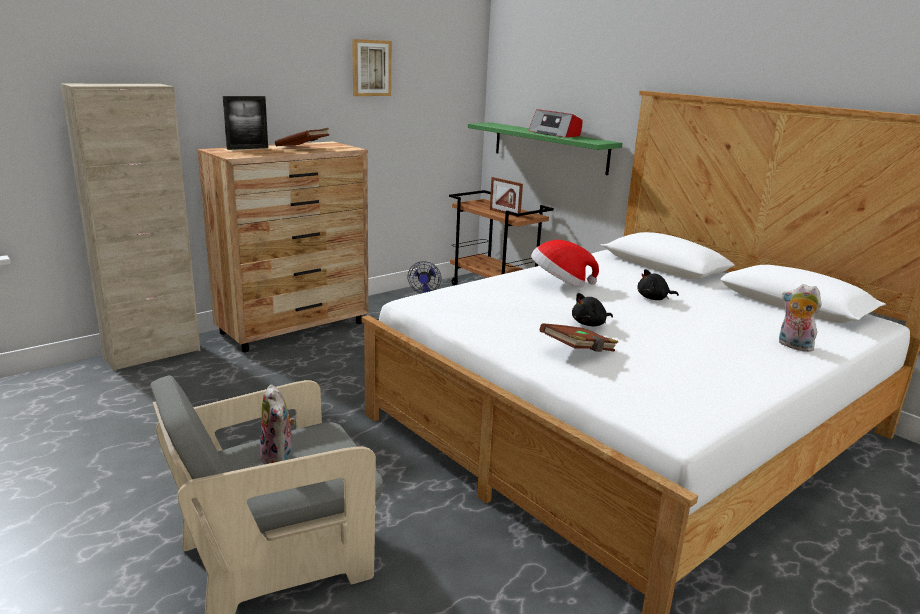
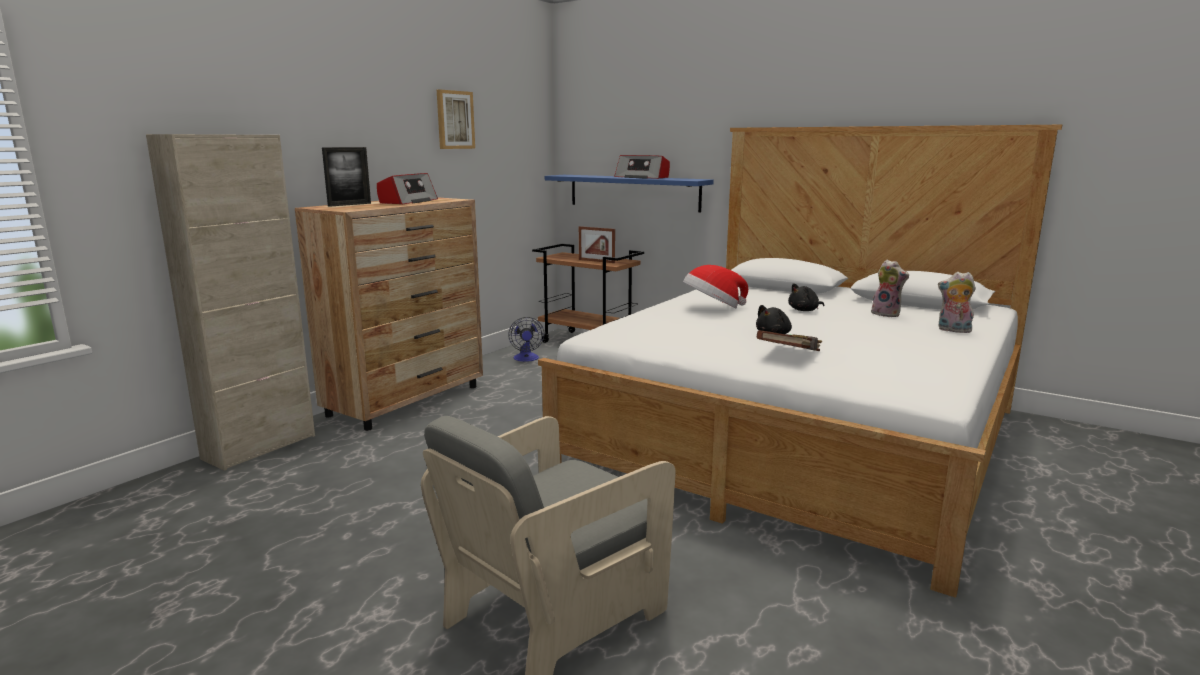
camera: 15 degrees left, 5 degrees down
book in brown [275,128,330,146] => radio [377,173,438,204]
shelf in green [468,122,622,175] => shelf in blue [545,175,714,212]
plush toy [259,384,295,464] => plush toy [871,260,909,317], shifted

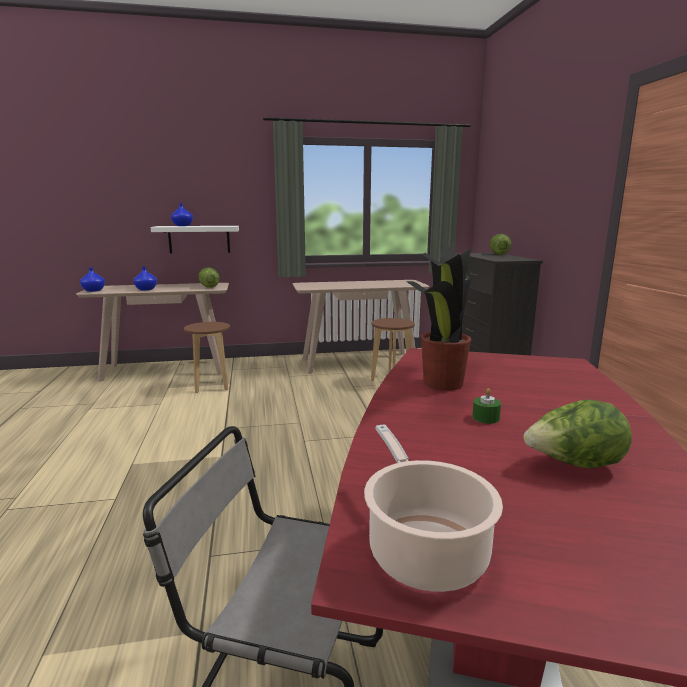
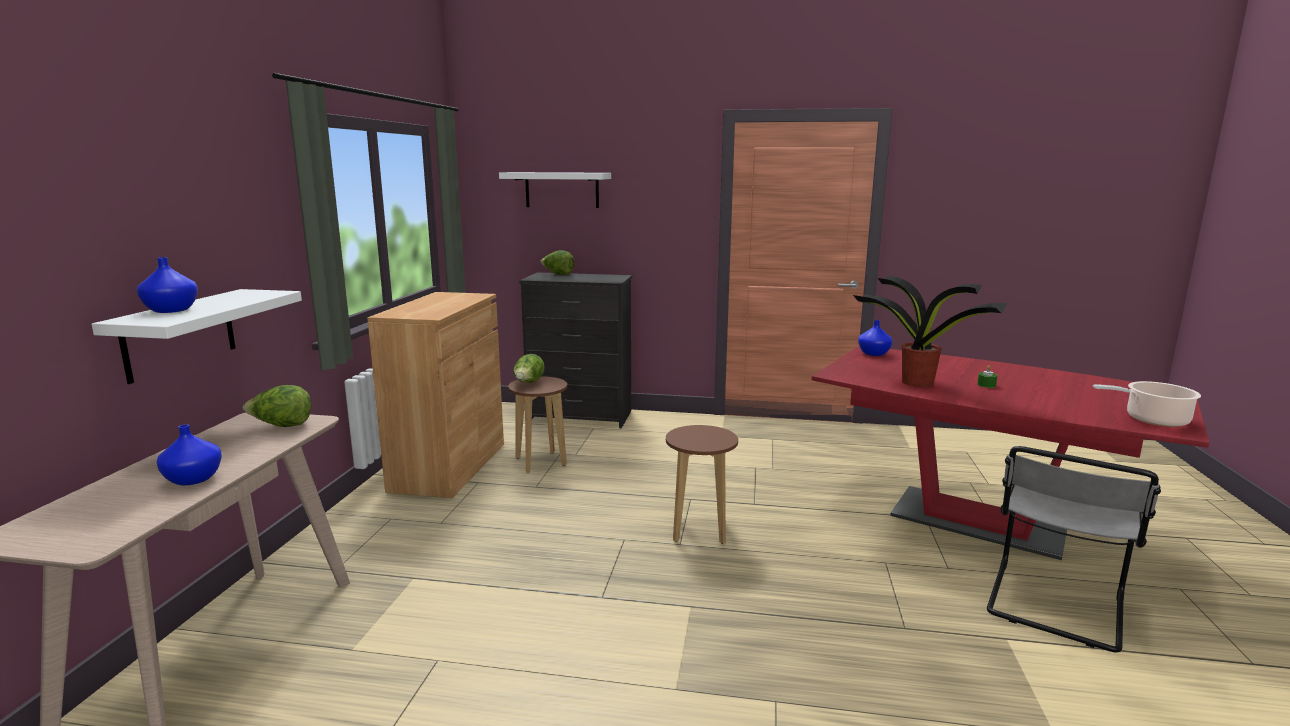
camera: 70 degrees left, 0 degrees up
console table in beige [293,280,430,374] => cabinet in brown [367,292,504,498]
nothing => shelf in white [499,172,611,208]
lettuce [524,400,632,468] => lettuce [513,354,545,383], shifted
stool in brown [184,322,230,393] => stool in brown [666,425,738,544], shifted
vase in blue [80,267,105,292] => vase in blue [858,320,893,356], shifted

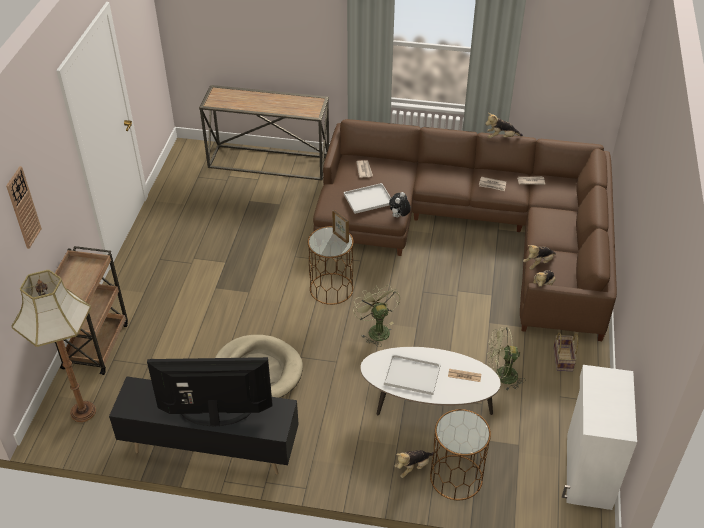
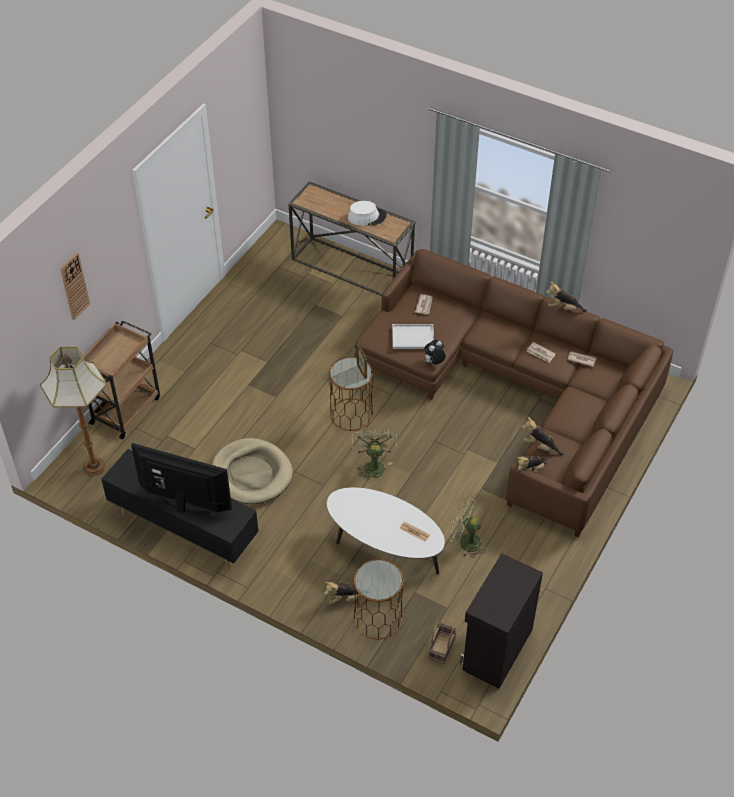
camera: 20 degrees right, 5 degrees up
nothing => hat in white [348,201,387,226]
basket [553,332,578,371] => basket [428,622,457,664], shifted
cabinet in white [562,365,637,510] => cabinet in black [460,553,543,688]
plush toy [523,245,556,270] => plush toy [522,417,563,455], 45 degrees clockwise
tray in white [384,354,441,395] => nothing

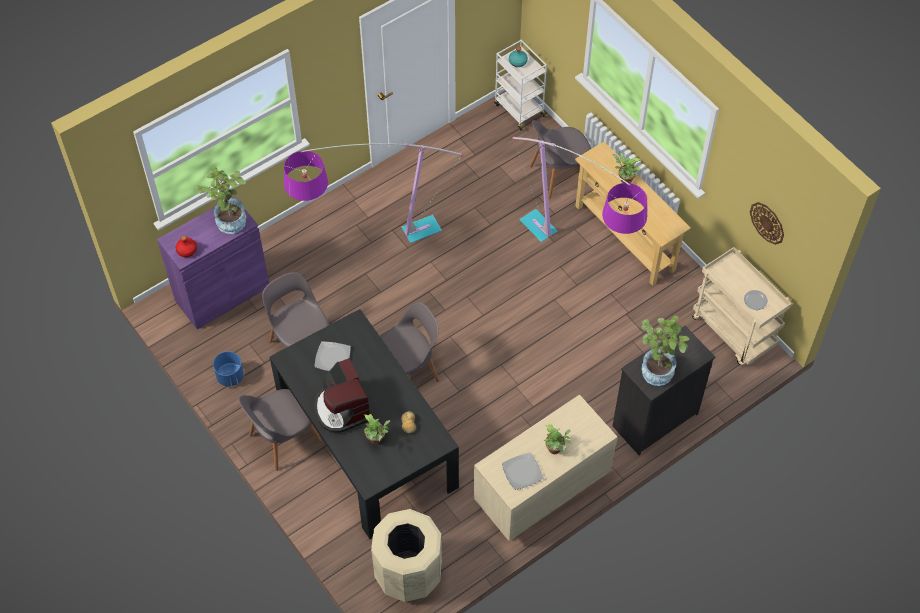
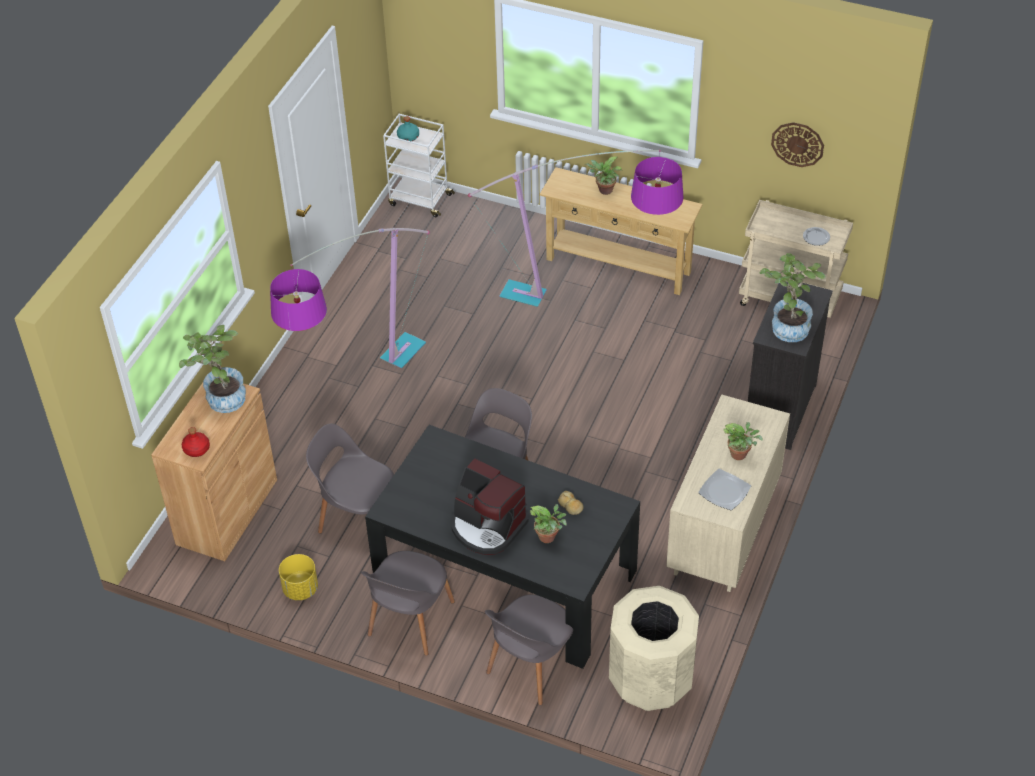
camera: 30 degrees left, 10 degrees down
cabinet in purple [157,196,269,329] => cabinet in brown [151,383,277,561]
planter in blue [213,351,244,387] => planter in yellow [279,554,318,600]
chair in grey [530,120,591,199] => chair in grey [485,594,573,705], shifted
plate [314,341,351,371] => nothing

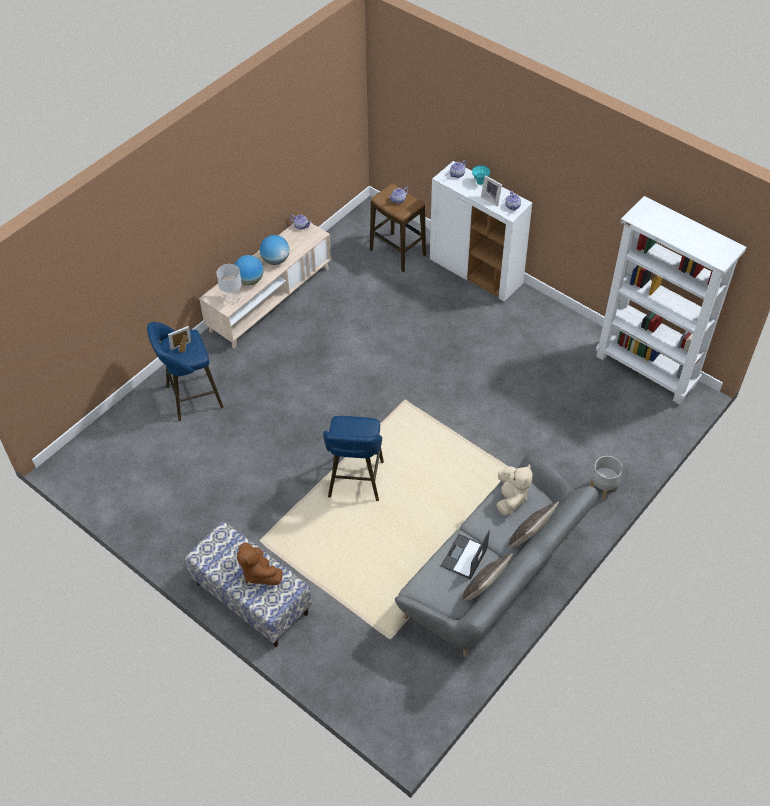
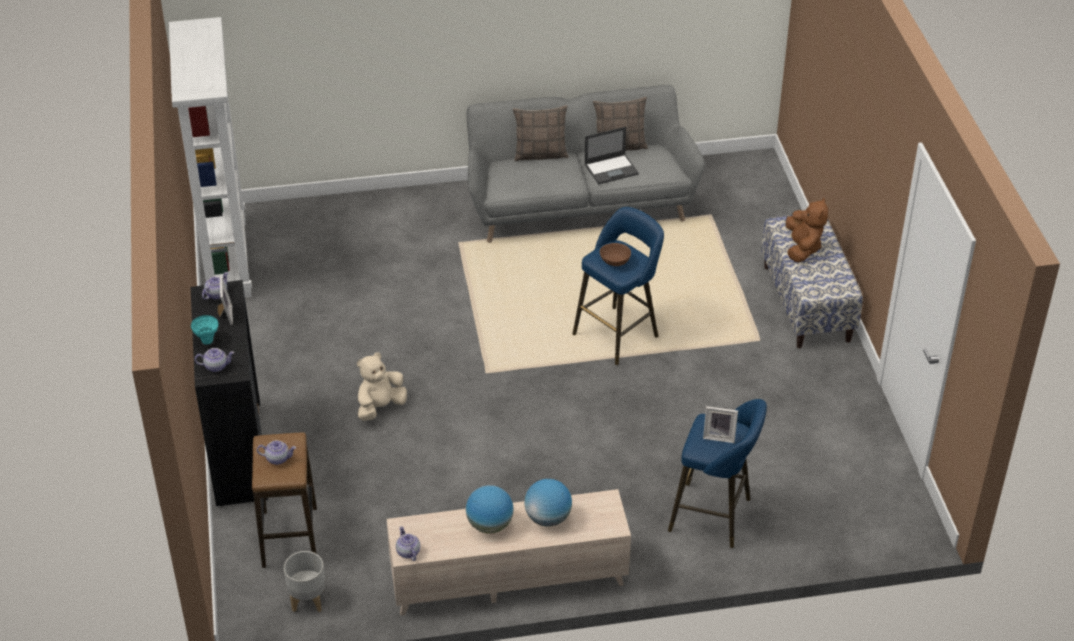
camera: 140 degrees left, 10 degrees down
cabinet in white [429,161,532,302] => cabinet in black [191,280,268,506]
planter in grey [590,456,623,500] => planter in grey [284,551,326,612], shifted
plush toy in beige [496,464,532,515] => plush toy in beige [357,352,407,421], shifted
nothing => bowl in brown [600,243,631,266]
table lamp in grey [216,264,242,305] => nothing

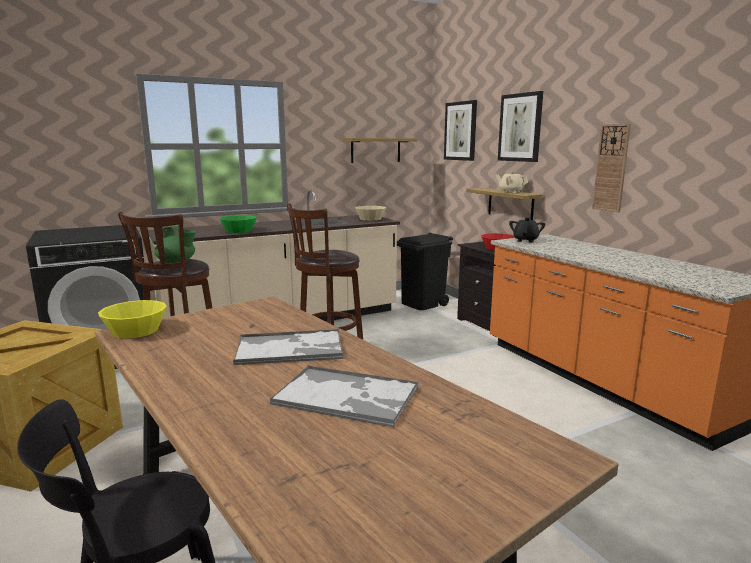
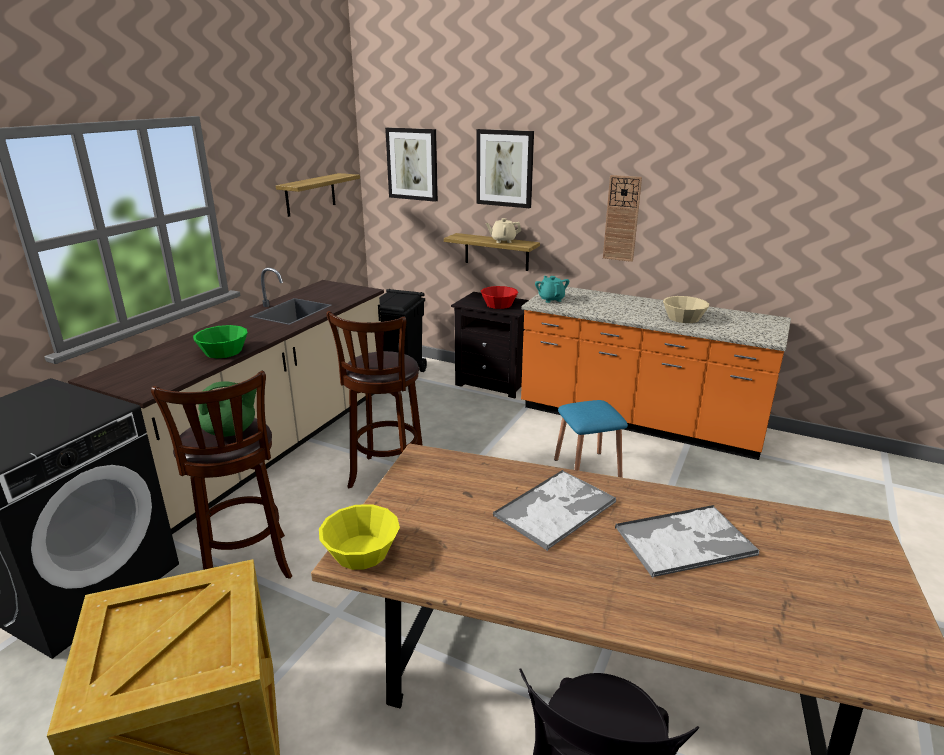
camera: 35 degrees left, 10 degrees up
teapot in black [509,218,545,243] => teapot in turquoise [535,276,569,303]
nothing => stool in blue [554,400,628,478]
bowl in beige [355,206,386,221] => bowl in beige [663,296,709,323], shifted

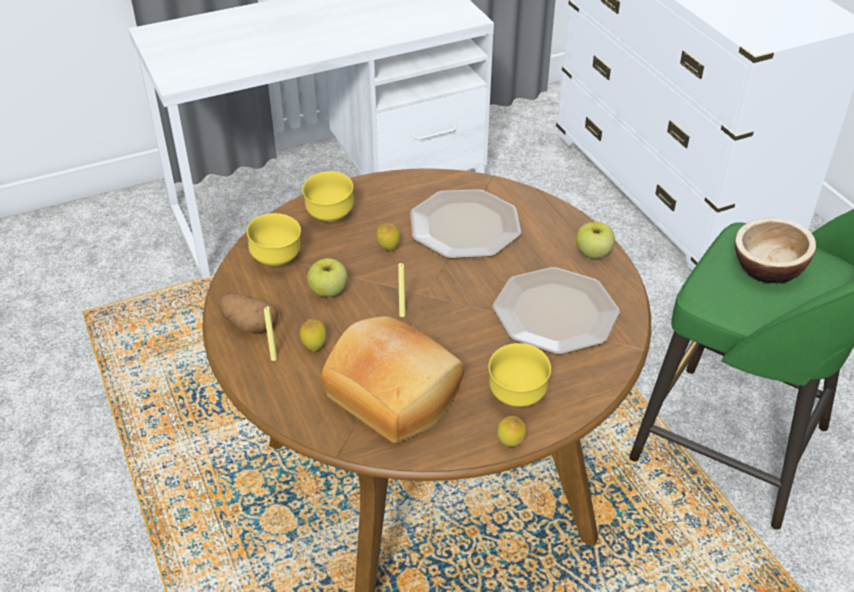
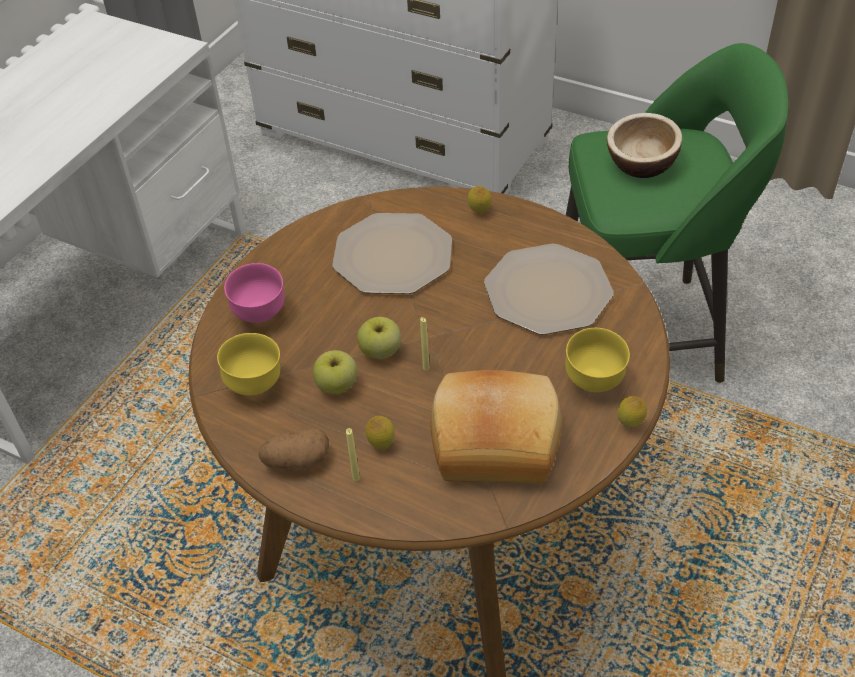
camera: 35 degrees left, 5 degrees up
bowl in yellow [302,171,354,222] => bowl in pink [224,263,285,323]
apple [576,222,615,259] => apple [357,317,401,359], shifted
lemon [376,223,400,251] => lemon [468,186,491,213], shifted

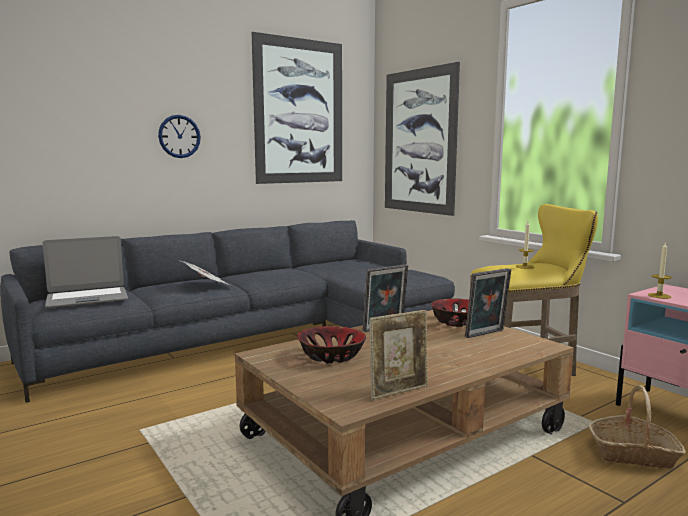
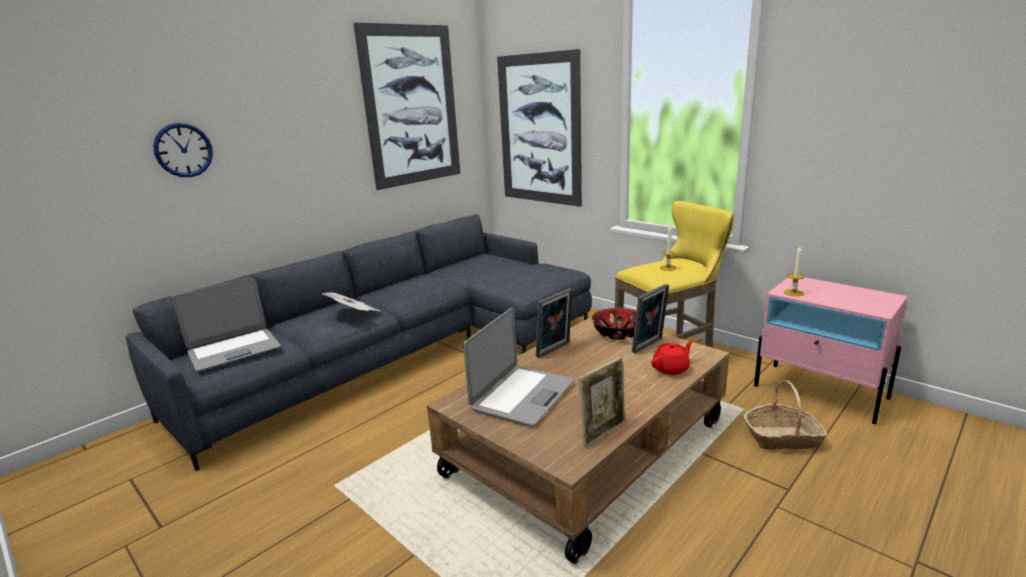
camera: 10 degrees left, 10 degrees up
wall clock [158,115,201,158] => wall clock [153,123,213,177], shifted
bowl [297,326,366,363] => laptop [463,308,574,426]
nothing => teapot in red [651,340,693,375]

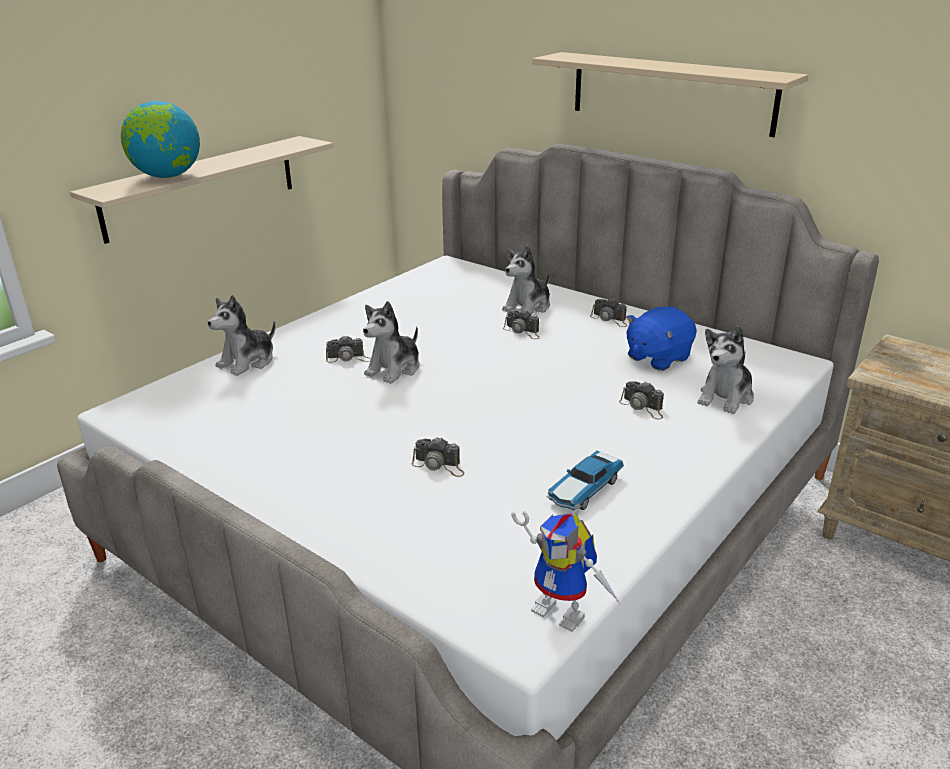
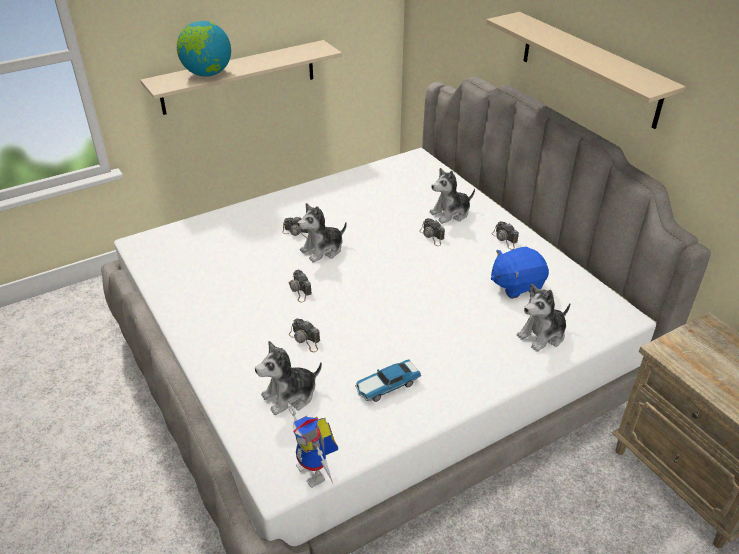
camera: 20 degrees right, 10 degrees up
plush toy [208,295,275,376] => plush toy [255,341,322,415], shifted
photo camera [619,381,664,419] => photo camera [289,270,312,303], shifted

